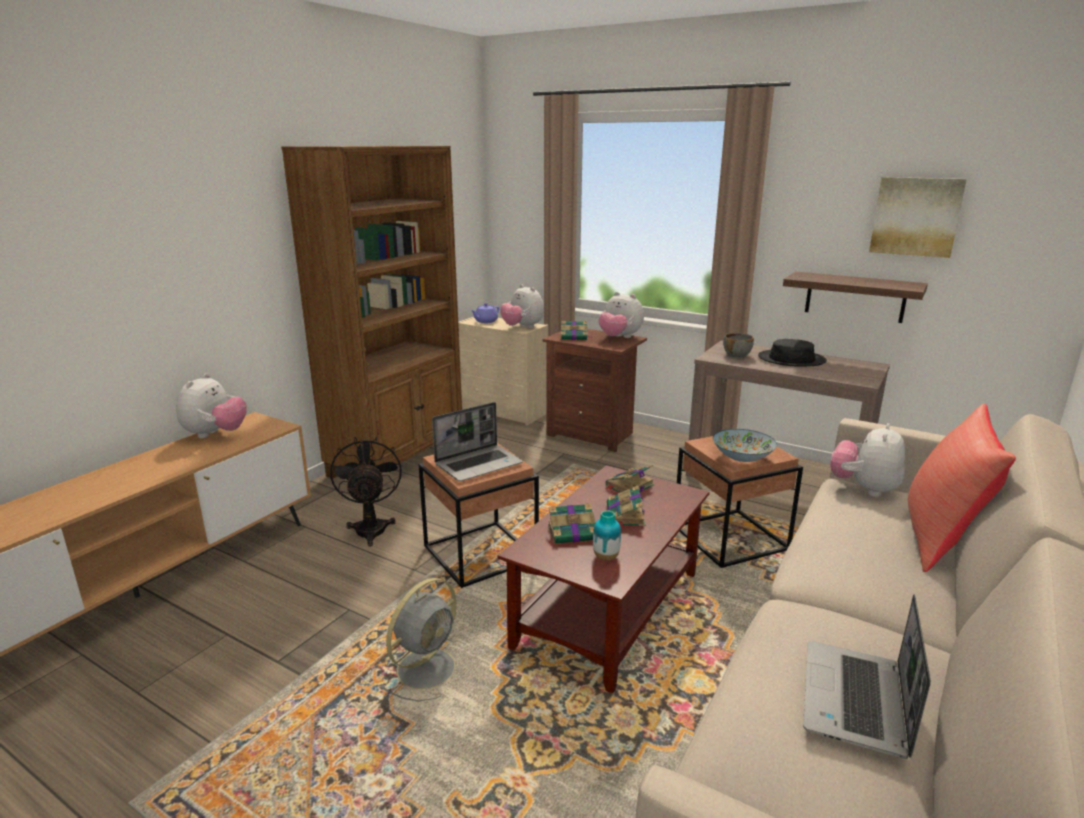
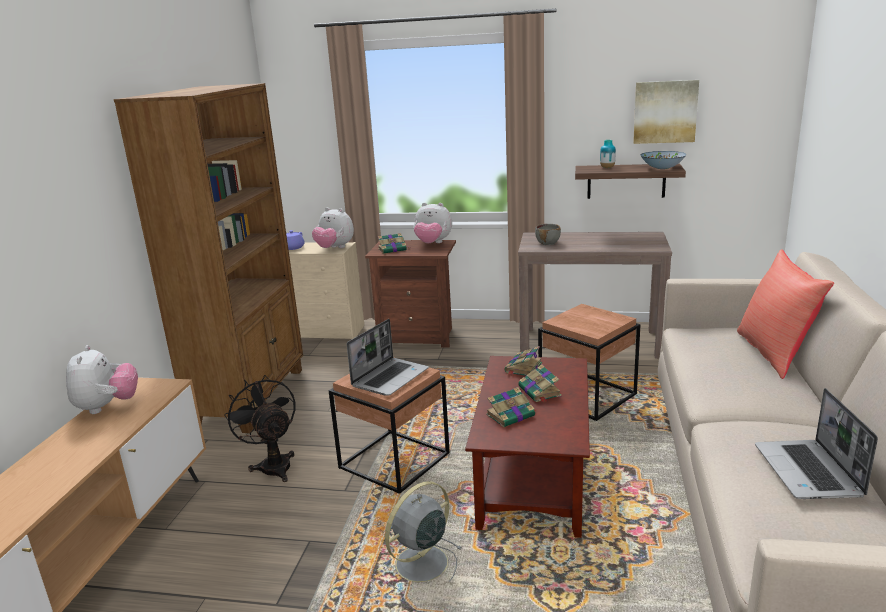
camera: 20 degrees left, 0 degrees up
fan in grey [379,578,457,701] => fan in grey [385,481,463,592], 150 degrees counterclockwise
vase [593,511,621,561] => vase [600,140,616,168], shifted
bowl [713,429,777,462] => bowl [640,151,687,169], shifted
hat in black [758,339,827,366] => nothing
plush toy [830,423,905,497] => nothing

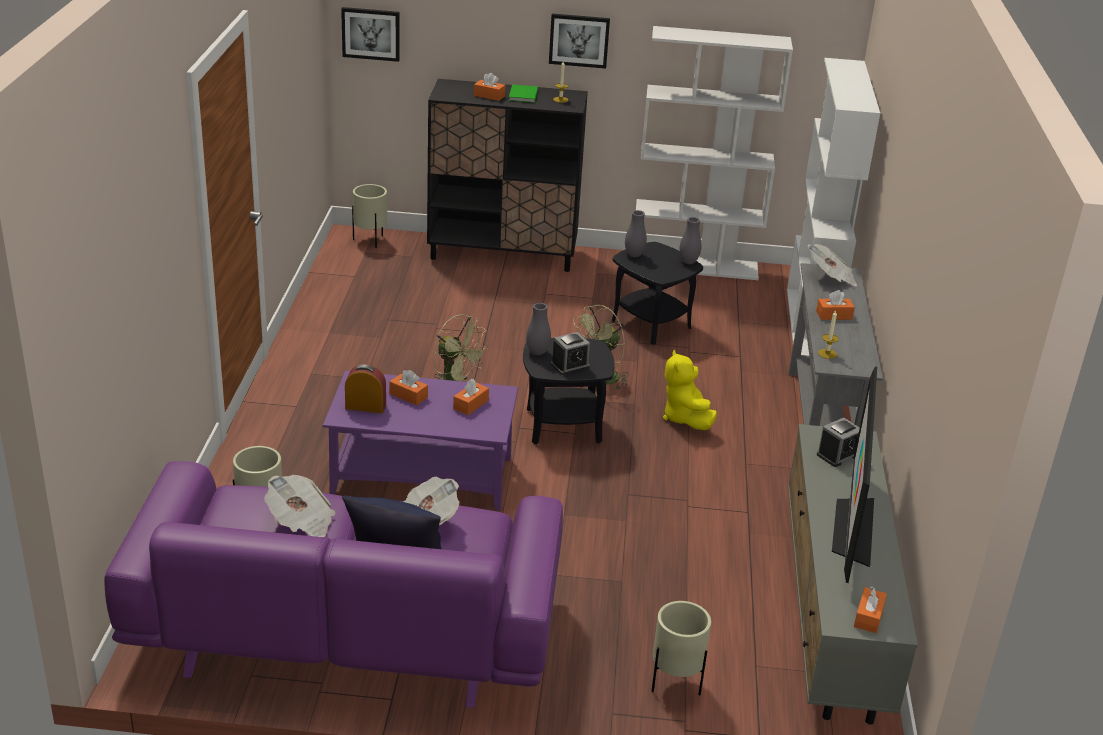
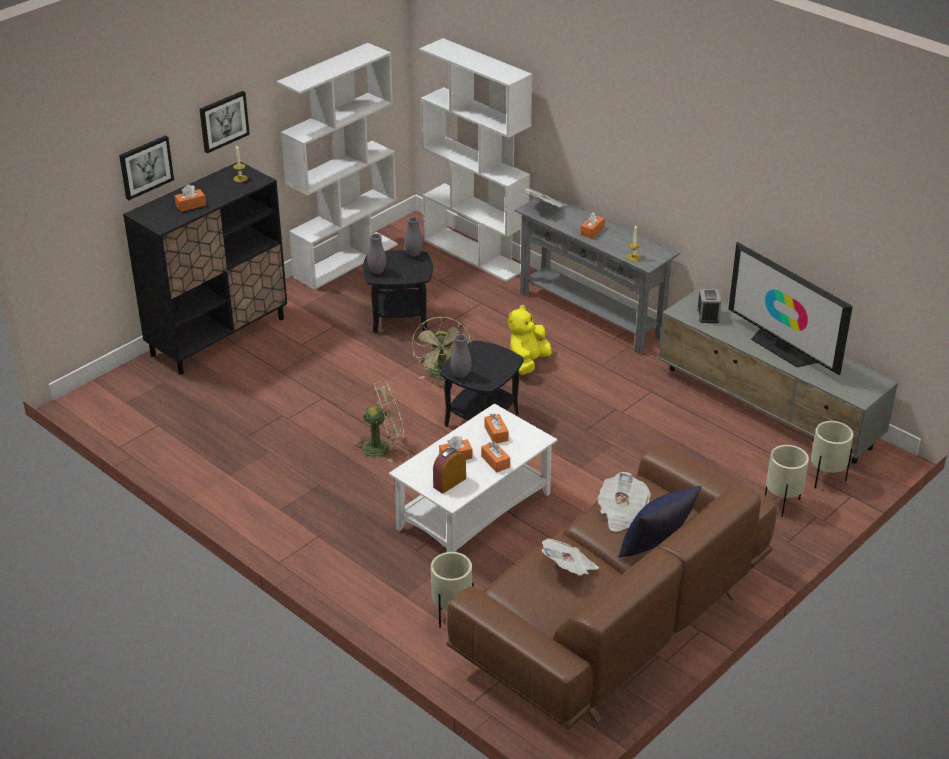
camera: 50 degrees left, 5 degrees up
picture [341,7,400,62] => picture [119,135,174,200], shifted
coffee table in purple [323,370,518,511] => coffee table in white [389,404,557,552]
sofa in purple [104,461,563,708] => sofa in brown [447,443,776,730]
tissue box in orange [854,586,887,633] => tissue box in orange [481,441,510,473], shifted
plush toy in yellow [663,349,717,430] => plush toy in yellow [508,305,552,375], 90 degrees clockwise
planter in beige [352,184,387,248] => planter in beige [811,421,853,488], shifted
book in green [509,84,538,103] => nothing
alarm clock [551,332,590,375] => nothing

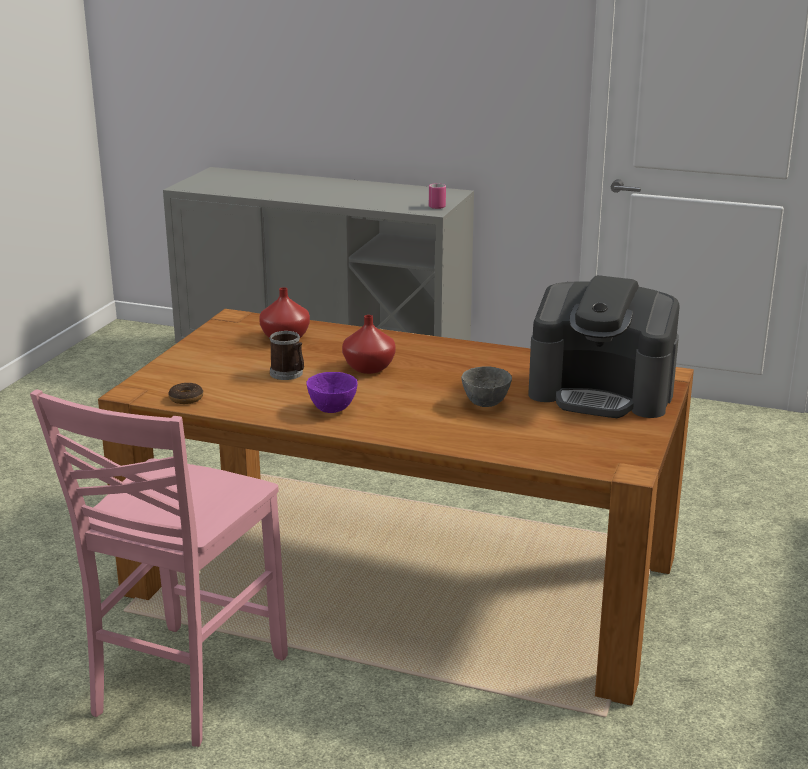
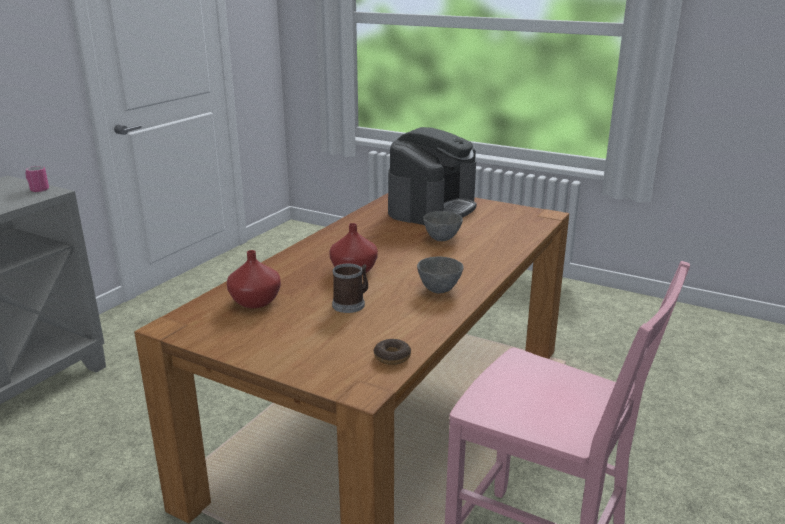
camera: 80 degrees left, 0 degrees up
bowl in purple [306,372,358,413] => bowl in grey [417,256,464,293]

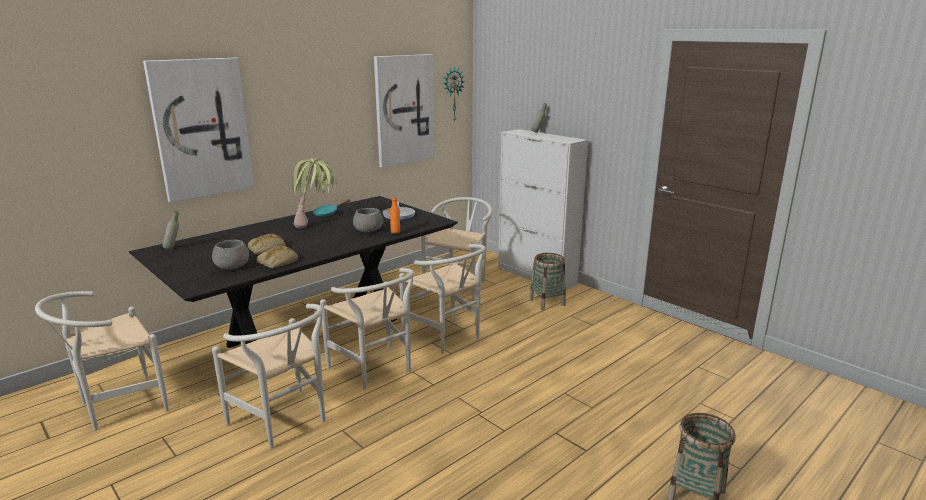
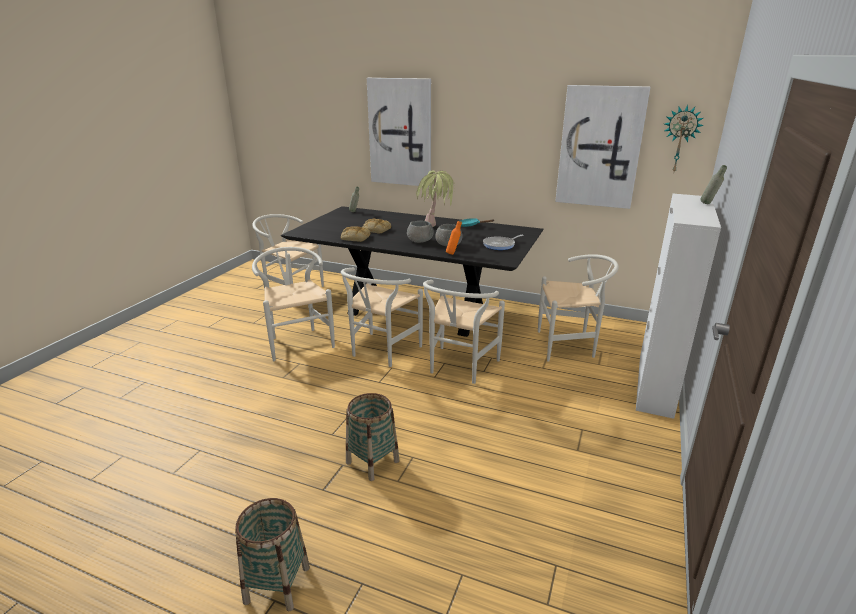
camera: 65 degrees right, 5 degrees up
chair in white [212,304,325,449] => chair in white [252,247,335,361], 135 degrees clockwise
basket [529,253,566,310] => basket [346,393,399,481], shifted
bowl in grey [212,240,249,270] => bowl in grey [407,221,434,243], shifted

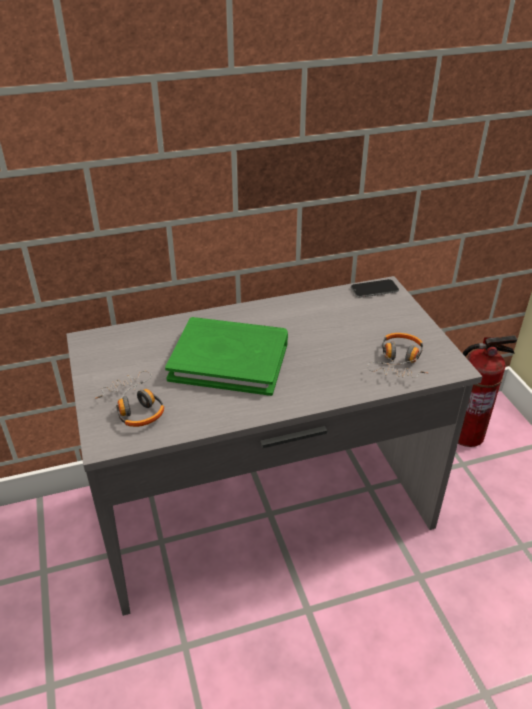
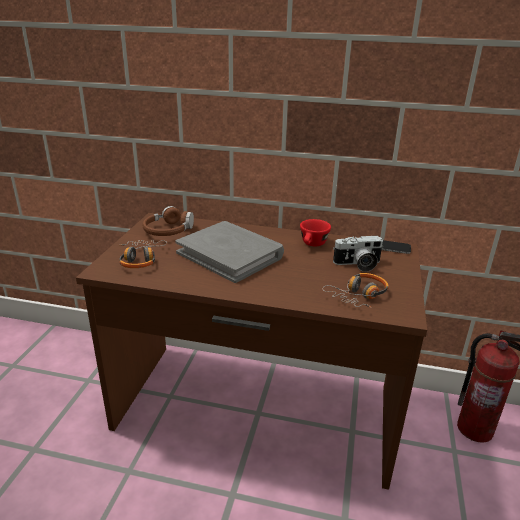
camera: 30 degrees right, 10 degrees down
desk in grey [66,276,483,616] => desk in brown [76,213,427,490]
nothing => headphones in brown [143,206,194,236]
book in green [165,317,288,396] => book in grey [175,221,284,283]
nothing => cup in red [300,219,331,246]
nothing => photo camera [333,236,383,272]

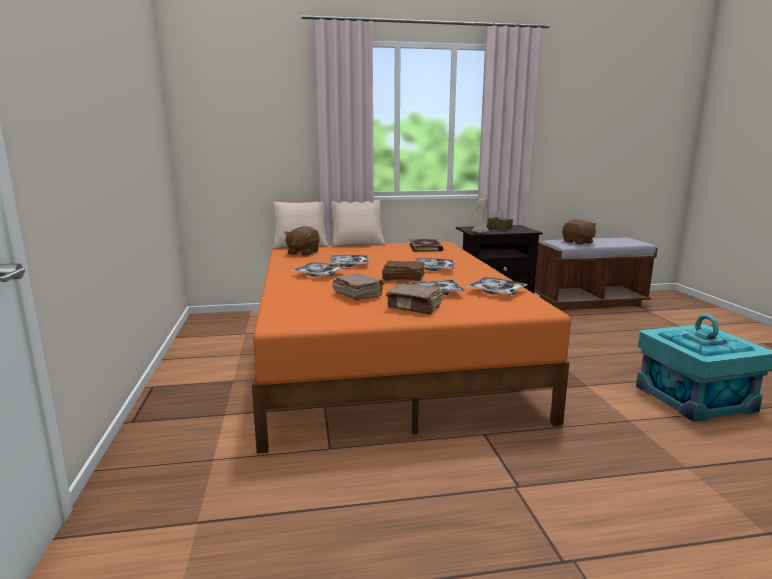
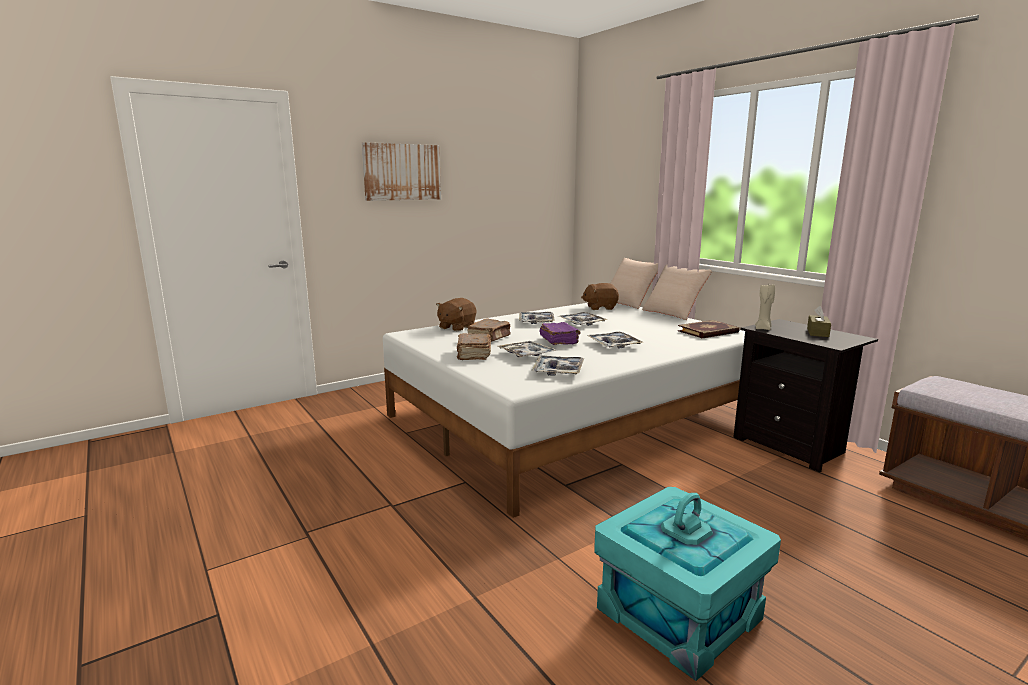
camera: 65 degrees right, 0 degrees up
nothing => picture [362,142,441,201]
bed in orange [252,242,571,454] => bed in white [383,303,745,518]
plush toy in brown [562,219,596,245] => plush toy in brown [436,298,476,331], shifted
book in brown [382,261,425,281] => book in purple [539,322,580,345]

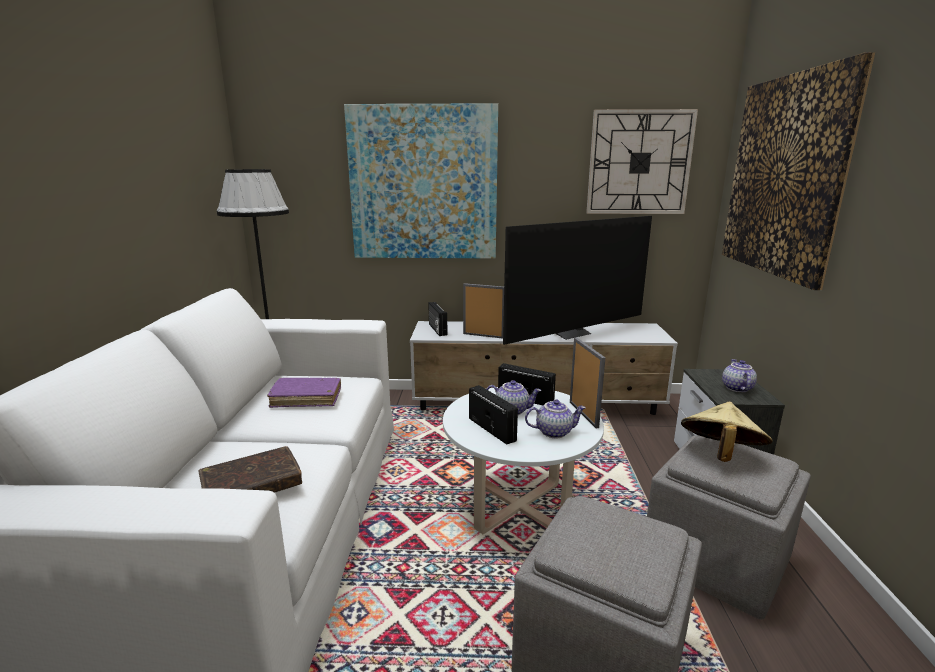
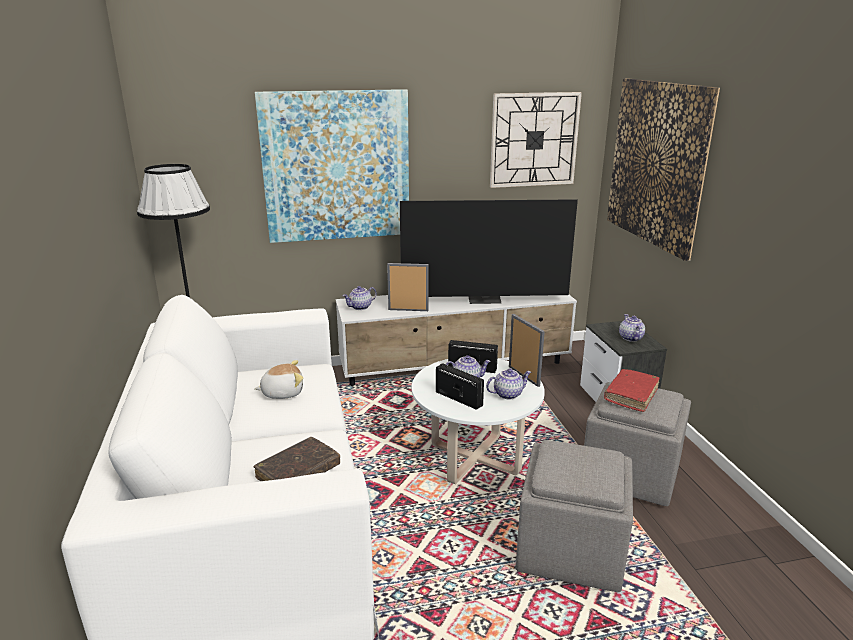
camera: 15 degrees left, 5 degrees up
book in purple [267,378,341,408] => plush toy [254,360,303,399]
radio [428,302,447,336] => teapot [343,286,377,310]
television [503,216,652,345] => television [400,199,578,304], 45 degrees clockwise
hat in beige [681,402,773,462] => book in red [604,369,660,412]

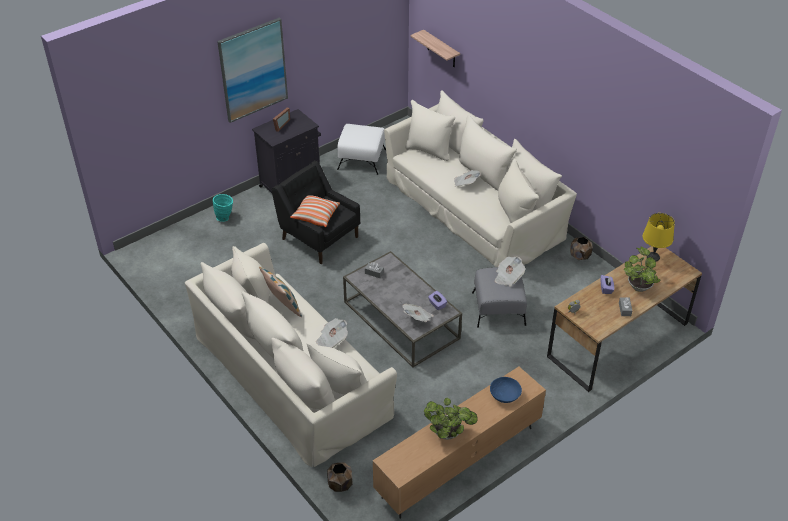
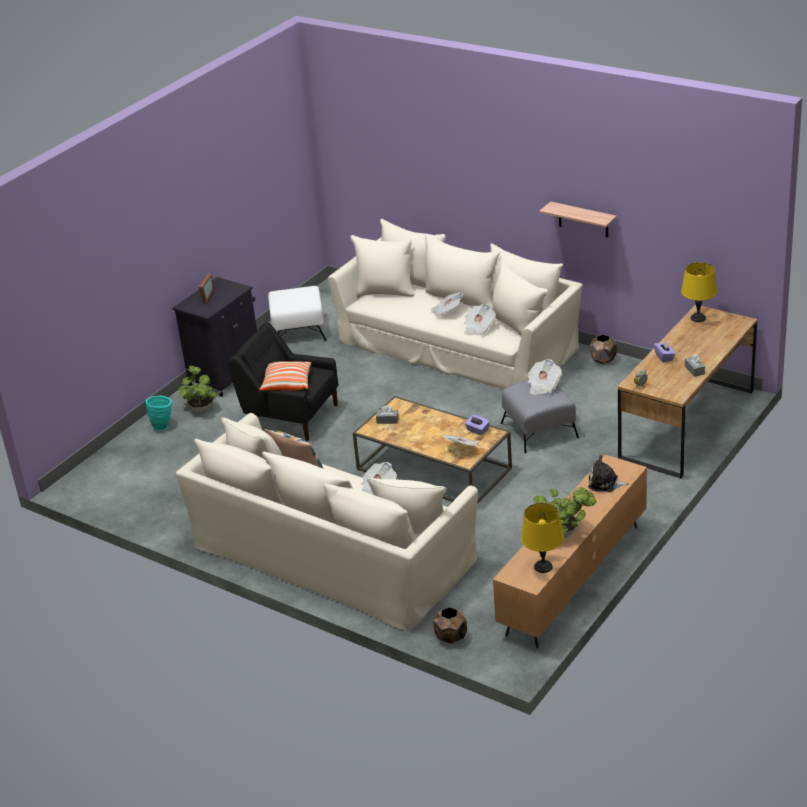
camera: 15 degrees left, 10 degrees down
potted plant [624,247,660,292] => potted plant [179,365,217,413], shifted
coffee table in grey [343,251,462,367] => coffee table in brown [353,396,512,504]
nothing => newspaper [464,304,496,336]
nothing => table lamp in yellow [521,503,564,573]
shelf [411,30,460,67] => shelf [540,201,617,237], shifted
bowl in blue [490,377,522,403] => plush toy [588,455,629,492]
picture [217,17,288,123] => nothing

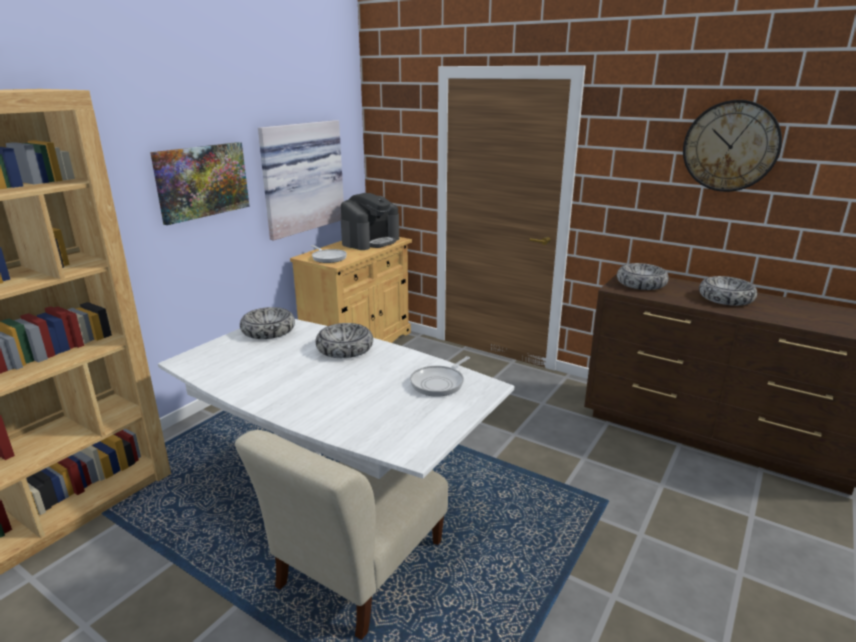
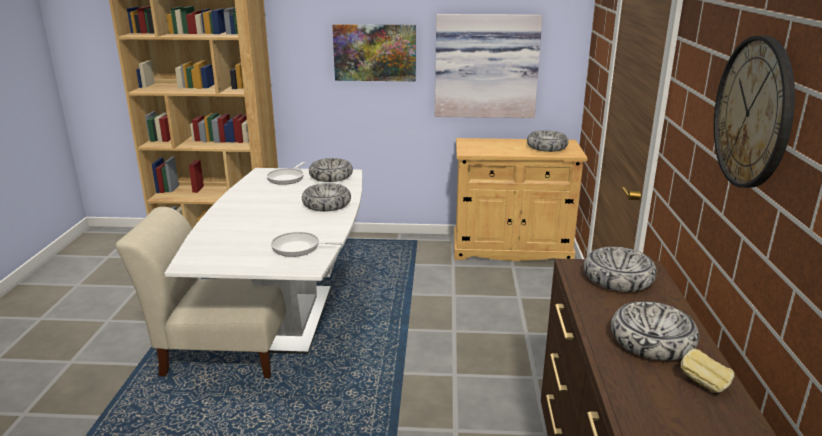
camera: 60 degrees right, 0 degrees up
frying pan [311,245,347,263] => frying pan [266,162,306,185], shifted
coffee machine [341,193,399,250] => bowl [527,130,568,152]
nothing => bread [681,348,734,393]

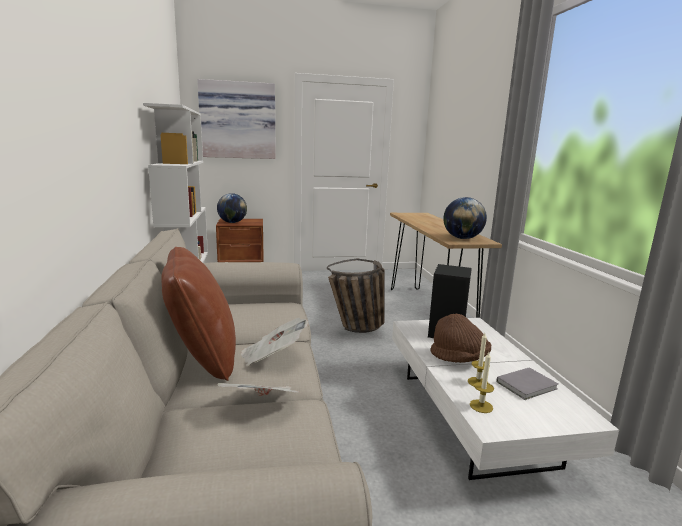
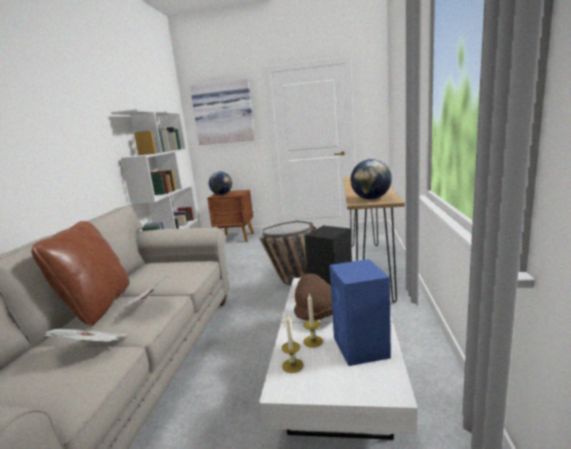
camera: 20 degrees right, 0 degrees up
book in grey [496,367,558,400] => speaker in blue [329,259,391,366]

